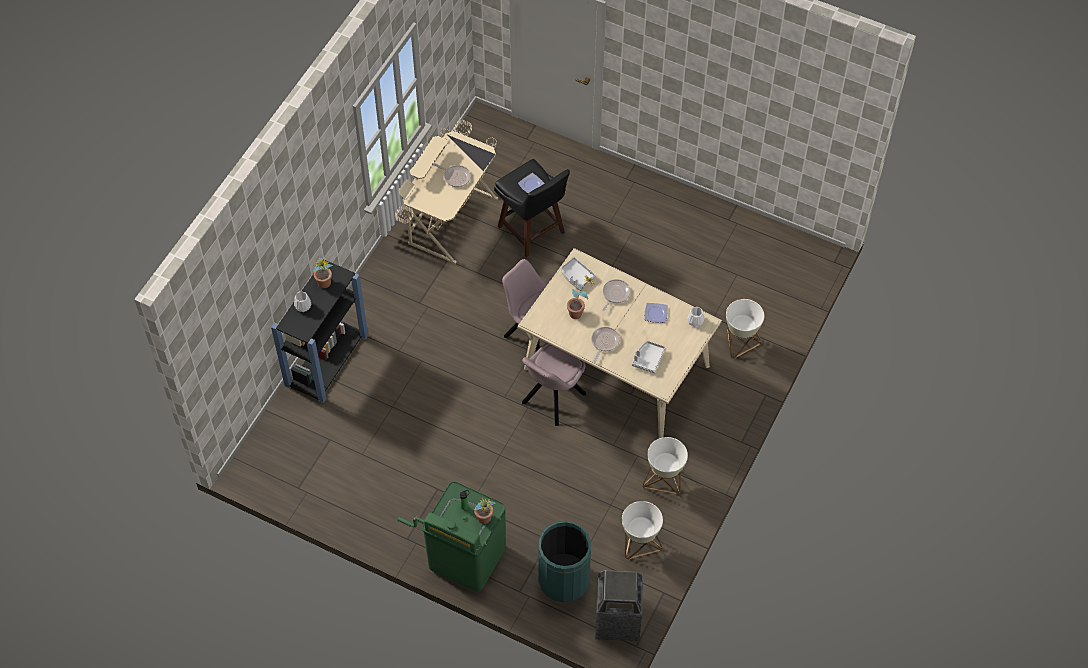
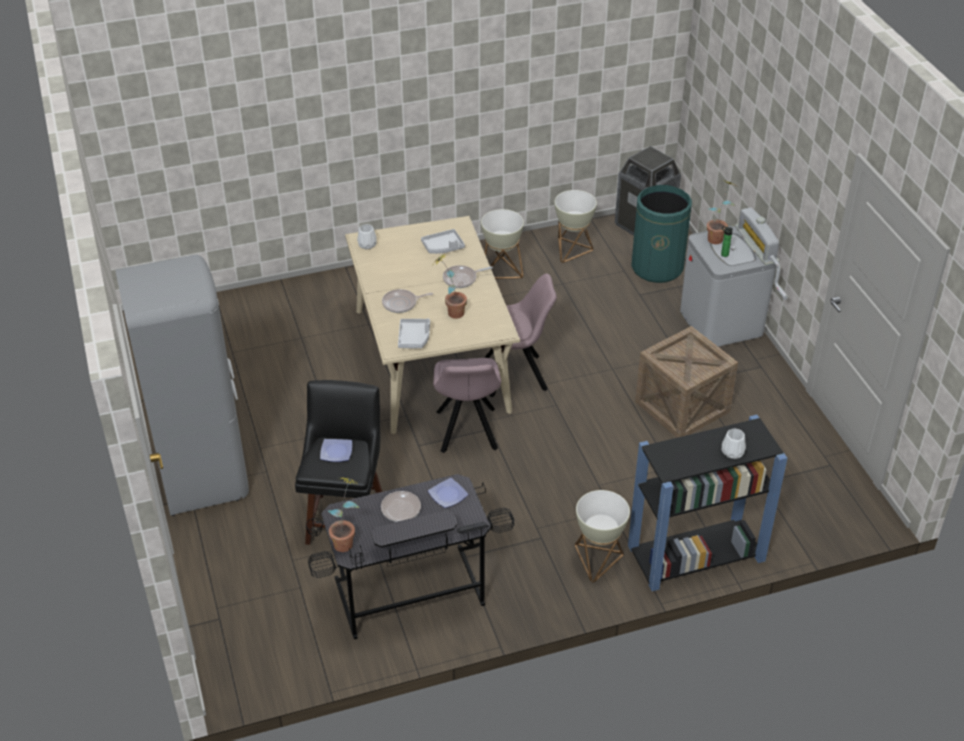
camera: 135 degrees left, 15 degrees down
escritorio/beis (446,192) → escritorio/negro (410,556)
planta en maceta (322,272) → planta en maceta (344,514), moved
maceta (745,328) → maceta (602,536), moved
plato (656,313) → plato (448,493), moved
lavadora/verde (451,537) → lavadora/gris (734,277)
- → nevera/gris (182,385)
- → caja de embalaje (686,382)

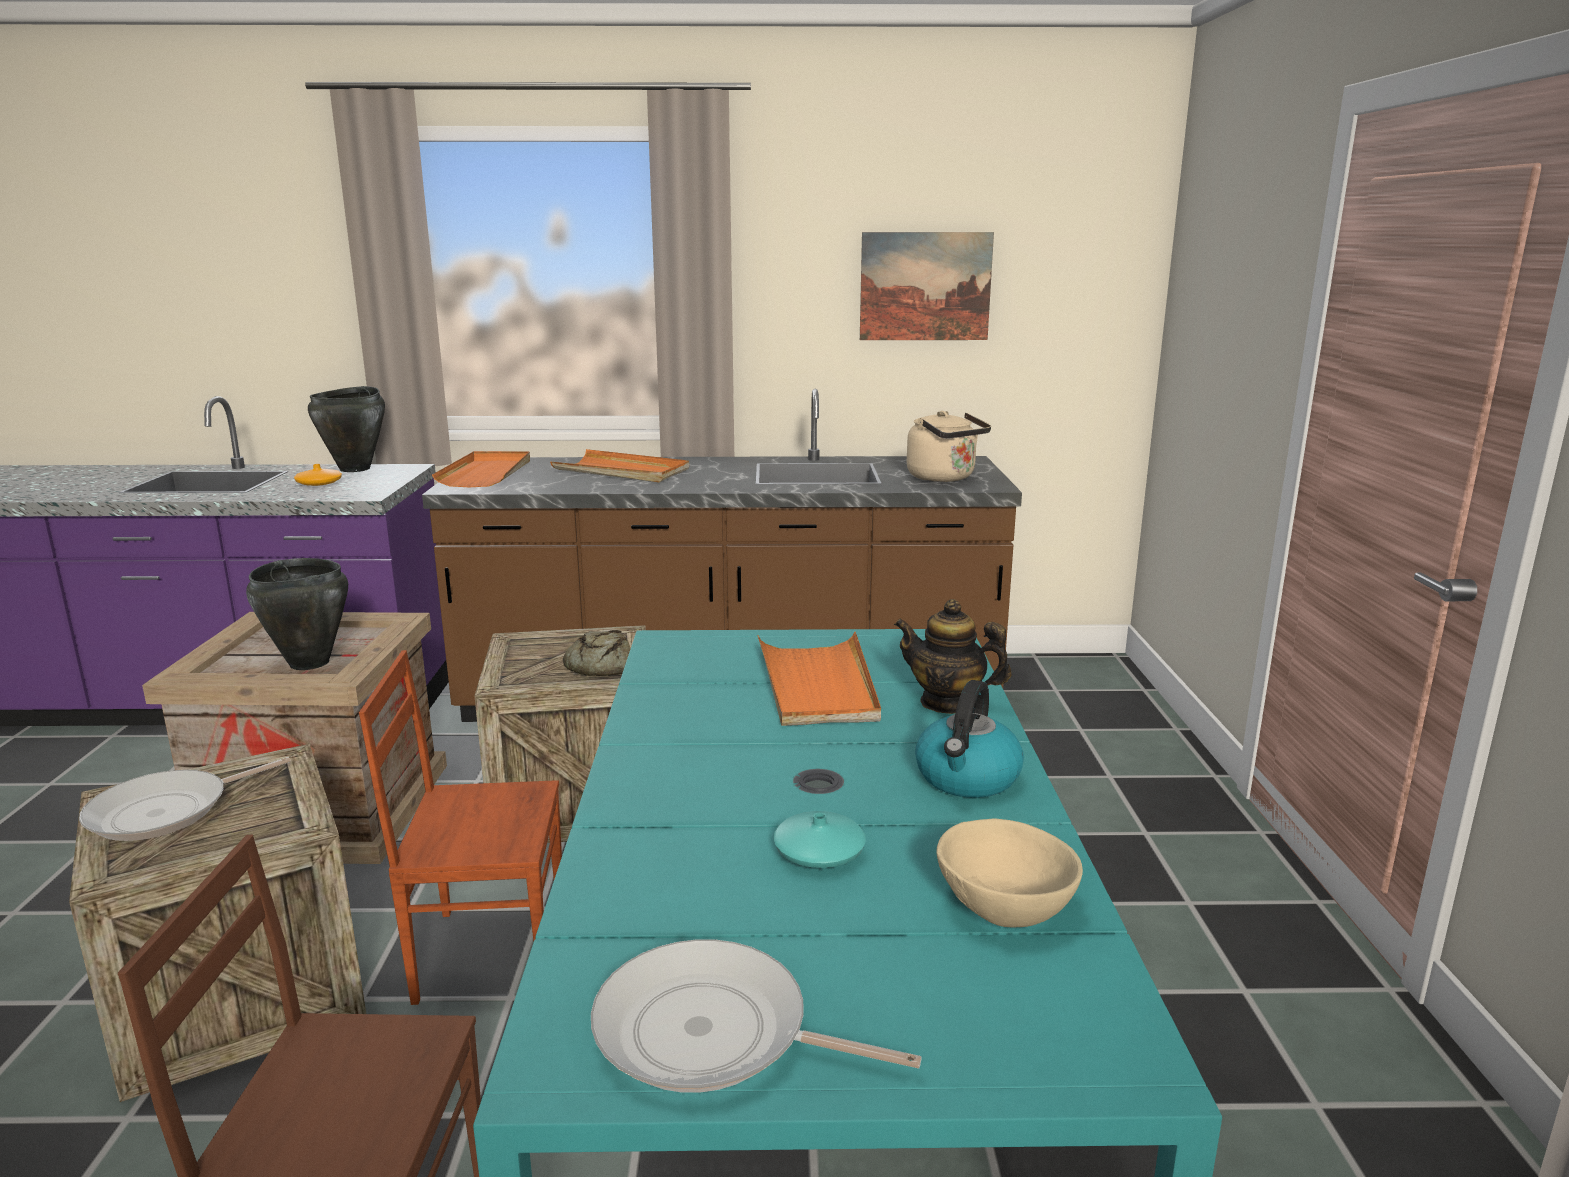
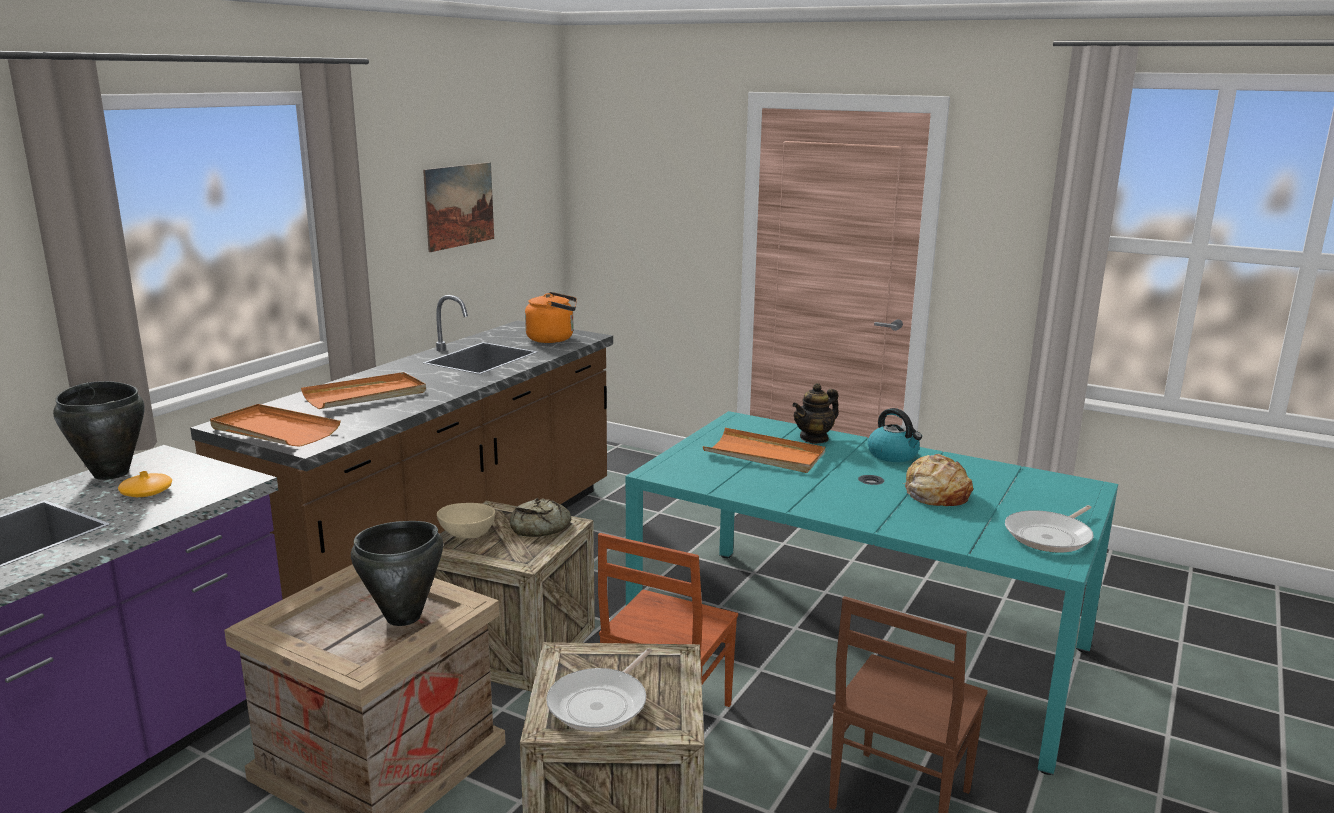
camera: 60 degrees left, 0 degrees up
hervidor/beis (949,446) → hervidor/naranja (551,317)
sartén (185,799) → sartén (599,690), 45 degrees clockwise
florero/turquesa (819,839) → pan (938,480)
cuenco/beis (1009,873) → cuenco/beis (466,520), moved

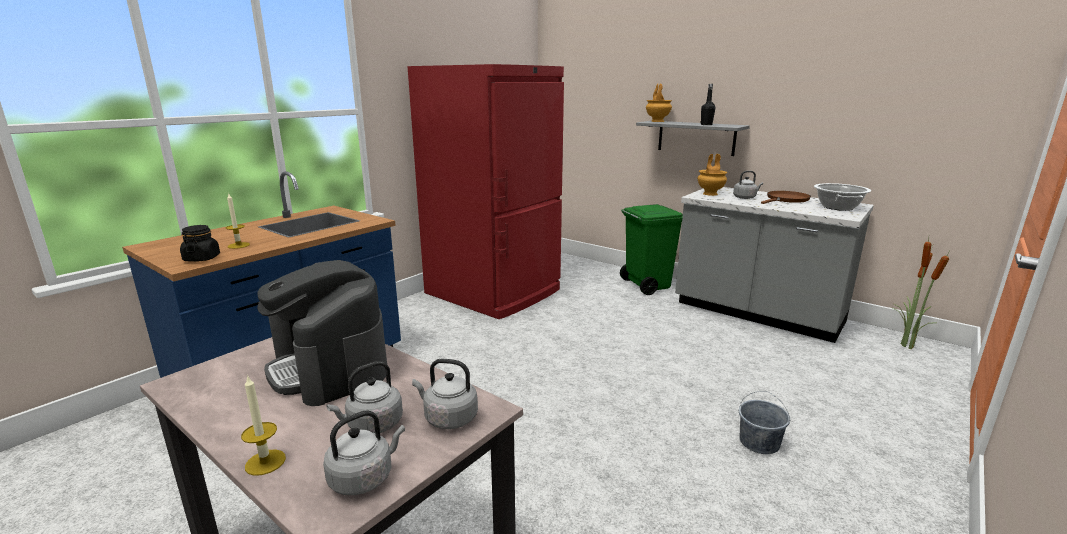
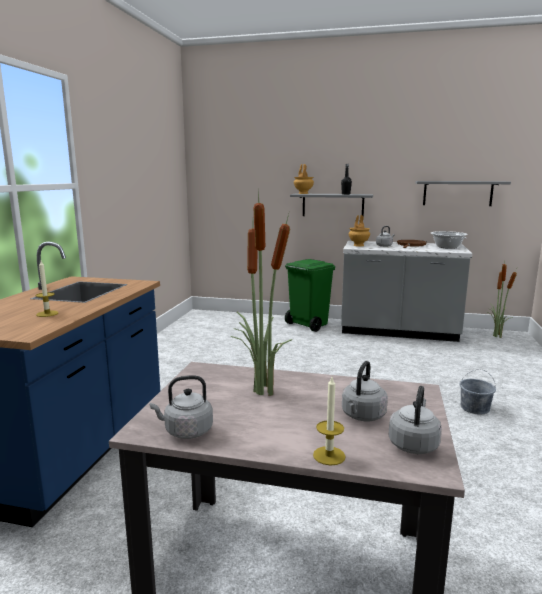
camera: 25 degrees left, 5 degrees down
nevera/rojo (485,191) → -
tarro/negro (200,243) → -
cafetera (322,333) → planta en maceta (261,292)
hervidor/gris (445,394) → hervidor/gris (181,407), moved
- → estante/gris (463,193)

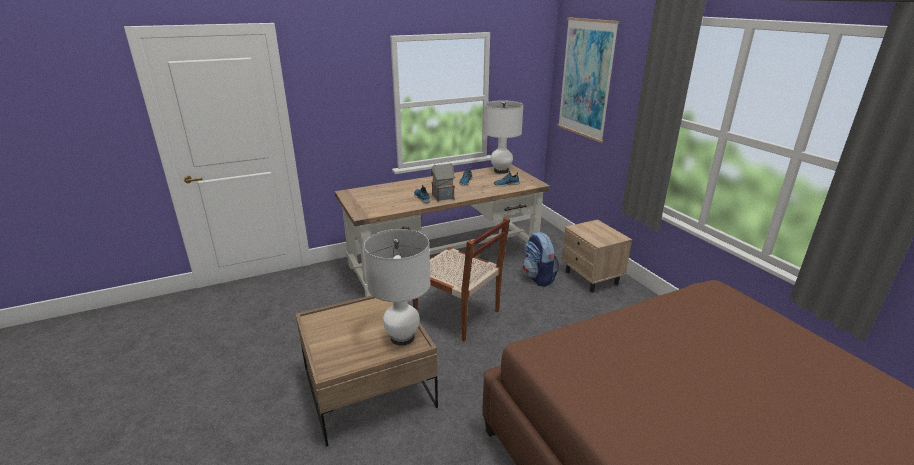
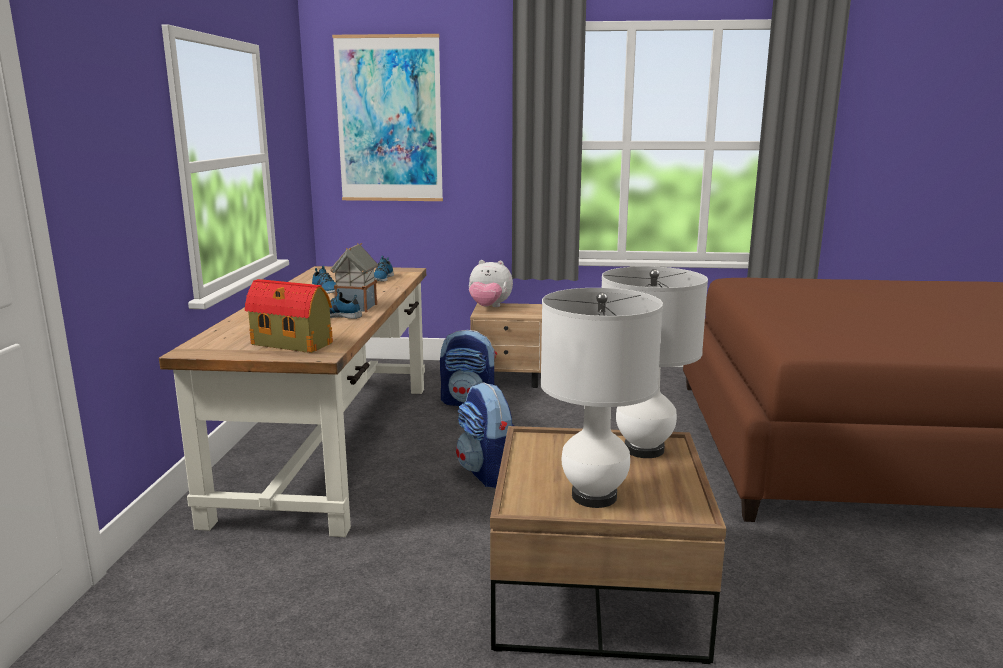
camera: 60 degrees left, 10 degrees down
lámpara de mesa/blanco (503,137) → lámpara de mesa/blanco (602,398), moved
silla (461,279) → mochila (485,435)
- → peluche (490,283)
- → casita (289,316)

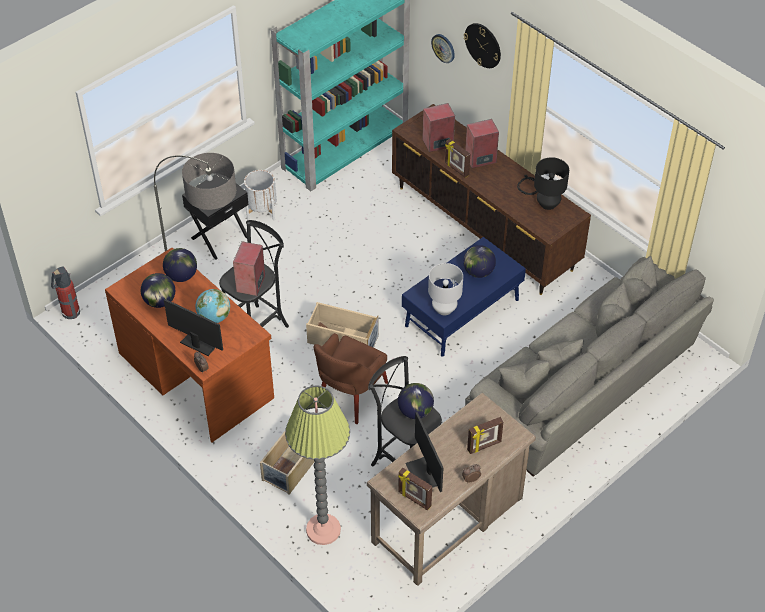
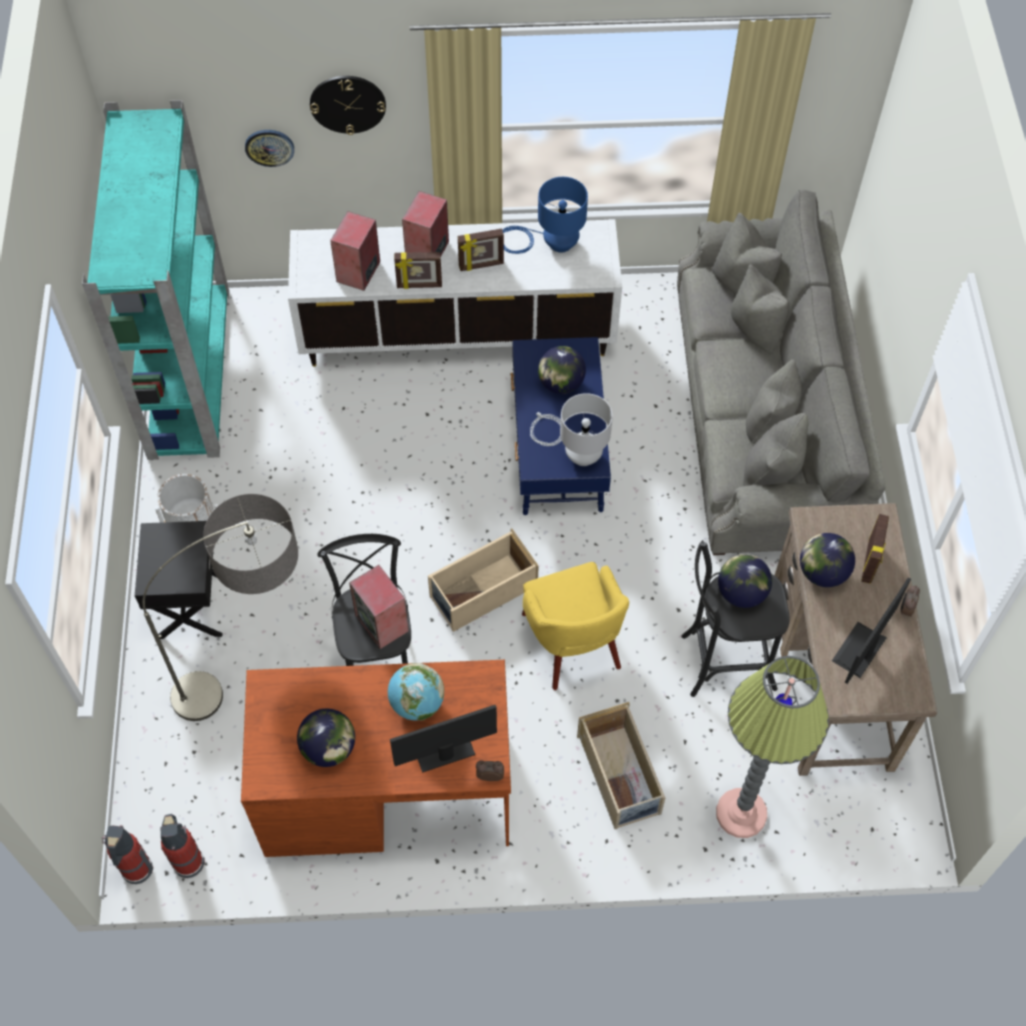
camera: 50 degrees left, 10 degrees up
armario/marrón (491,199) → armario/blanco (455,293)
lámpara de mesa/negro (543,183) → lámpara de mesa/azul (545,215)
globo terráqueo (180,265) → globo terráqueo (827,560), moved
sillón/marrón (351,378) → sillón/amarillo (575,626)
monitor (424,452) → monitor (871,630), 105 degrees clockwise
portarretratos (415,489) → portarretratos (481,250), moved
- → extintor (183,846)

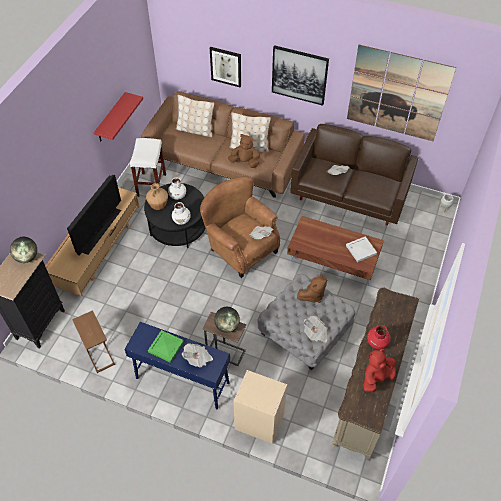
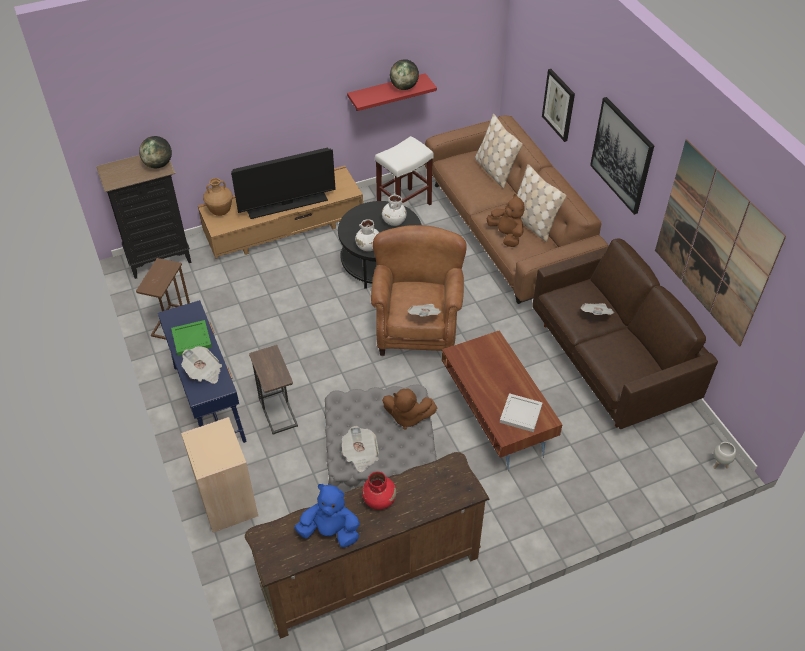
camera: 45 degrees right, 5 degrees down
florero/marrón (157,196) → florero/marrón (218,197), moved
globo terráqueo (227,320) → globo terráqueo (404,74), moved
peluche/rojo (379,370) → peluche/azul (327,515)

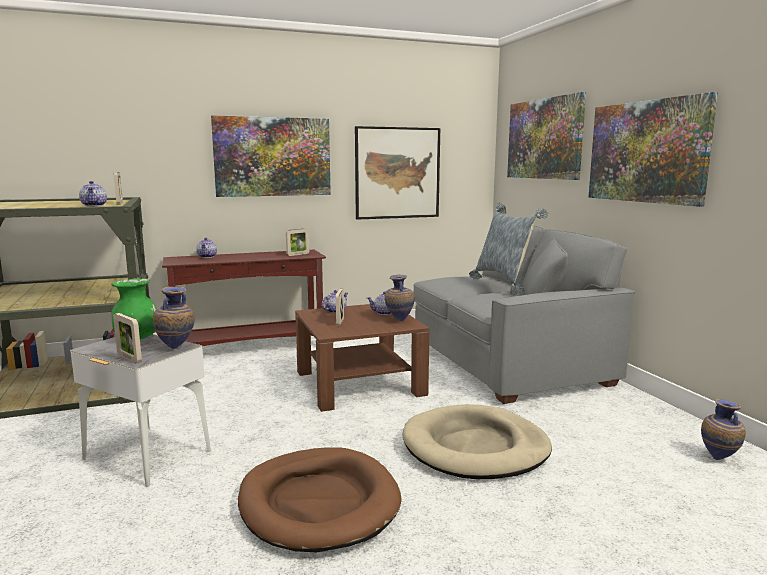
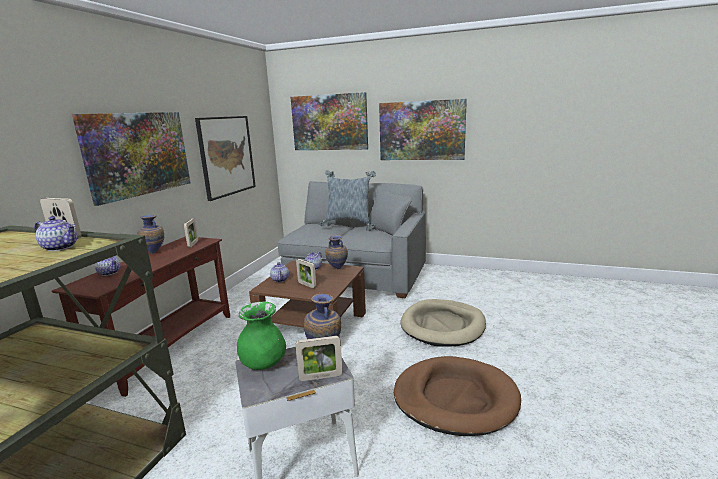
camera: 50 degrees left, 5 degrees up
florero (723,429) → florero (150,234), moved

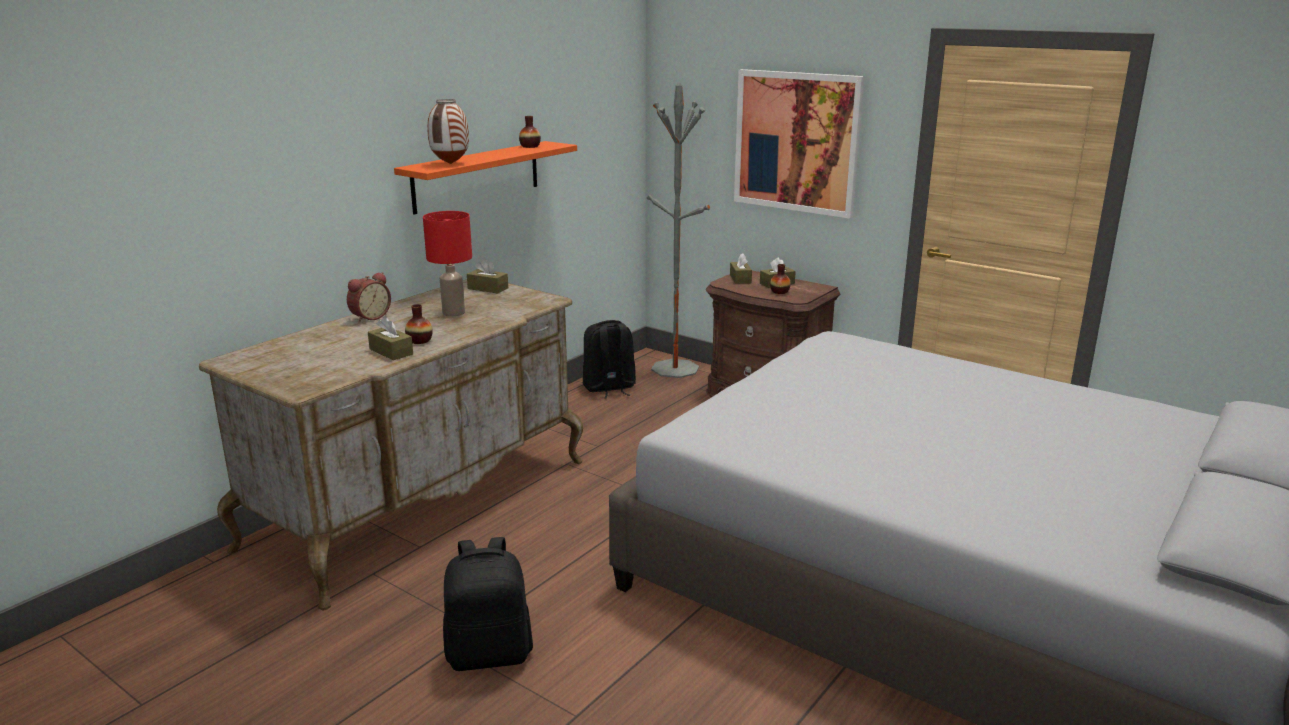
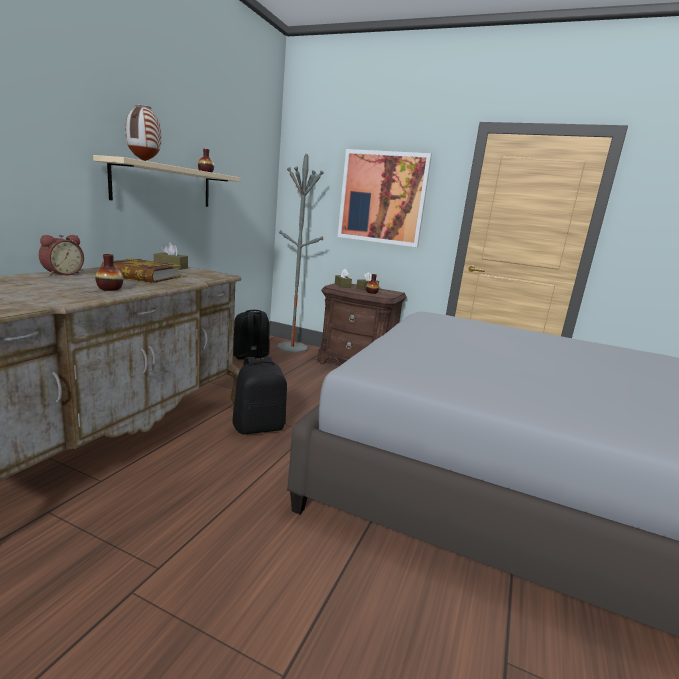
camera: 15 degrees left, 5 degrees down
estante/naranja (485,178) → estante/beis (166,181)
lámpara de mesa/rojo (447,263) → libro (140,270)
caja de pañuelos/marrón (390,338) → -
mochila/negro (488,604) → mochila/negro (260,395), moved

